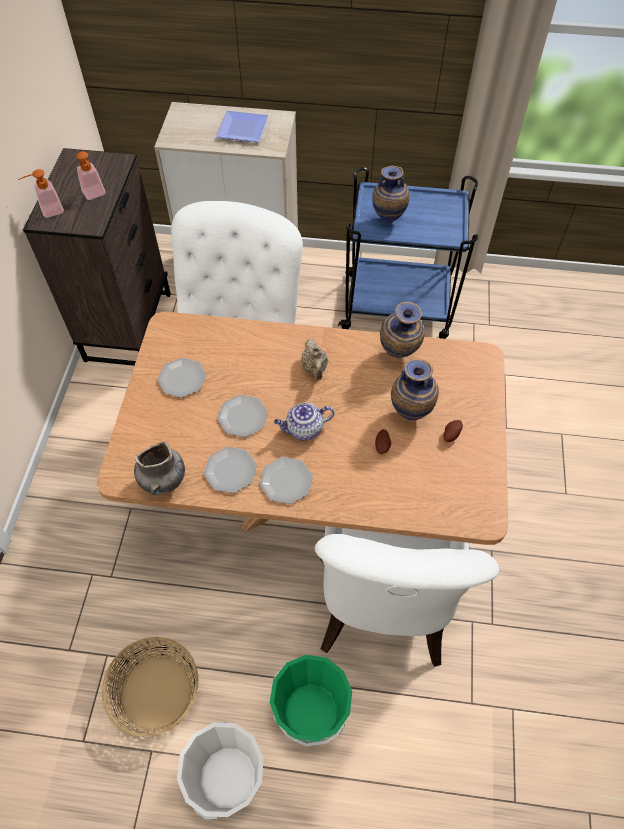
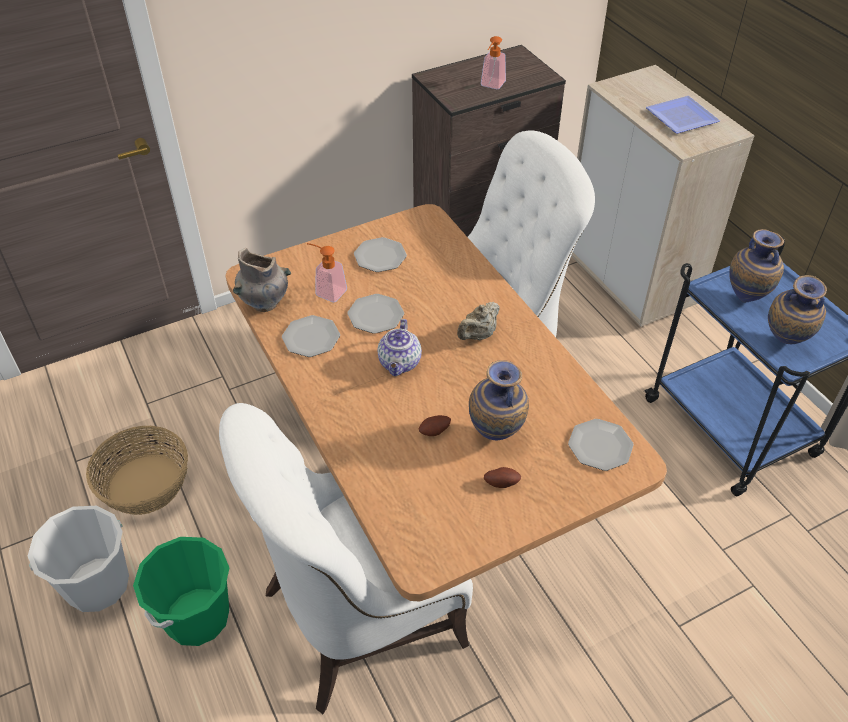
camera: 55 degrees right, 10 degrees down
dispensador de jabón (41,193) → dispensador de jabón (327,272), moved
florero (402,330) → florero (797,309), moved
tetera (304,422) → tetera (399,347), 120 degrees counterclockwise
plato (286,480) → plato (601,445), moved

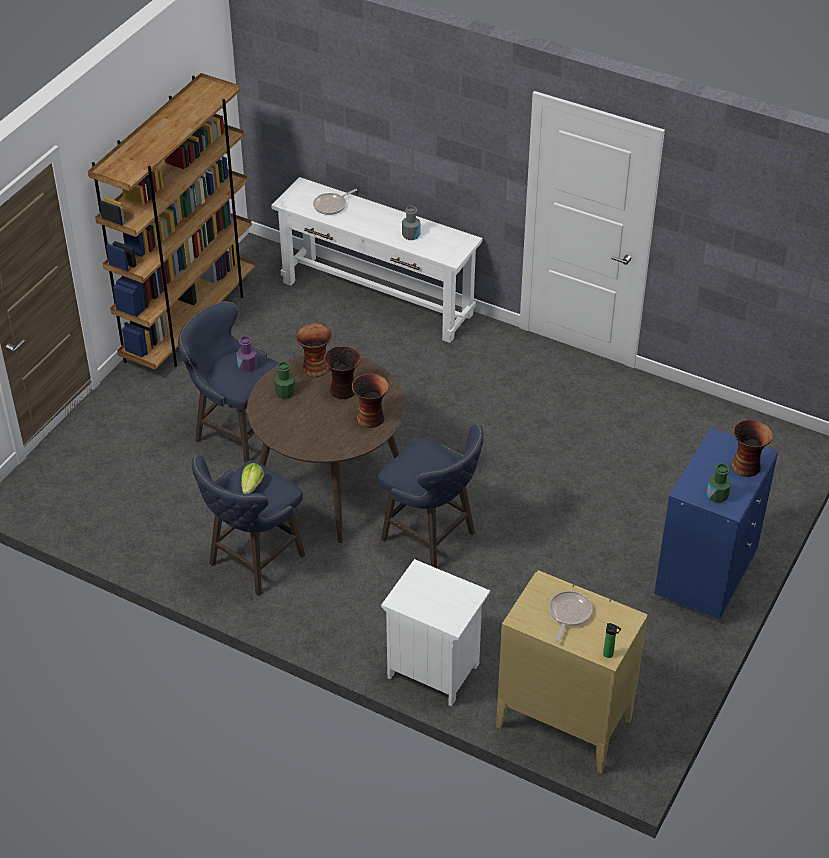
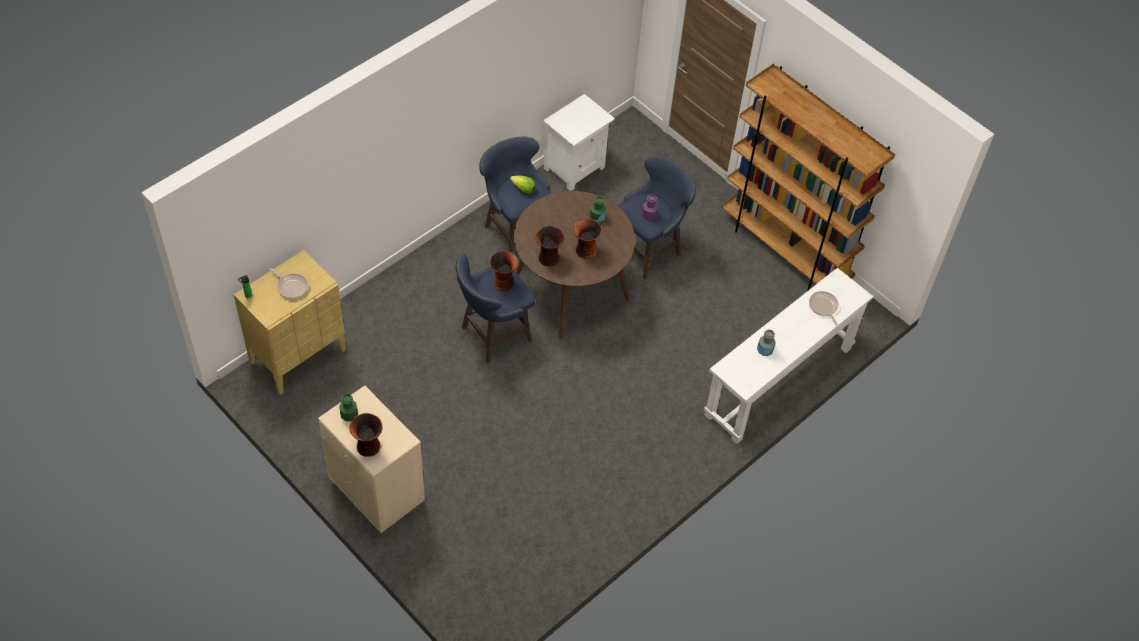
camera: 105 degrees right, 10 degrees up
florero (313,350) → florero (504,271), moved
armario/azul (716,523) → armario/beis (371,459)
mesita de noche/blanco (435,633) → mesita de noche/blanco (579,142), moved

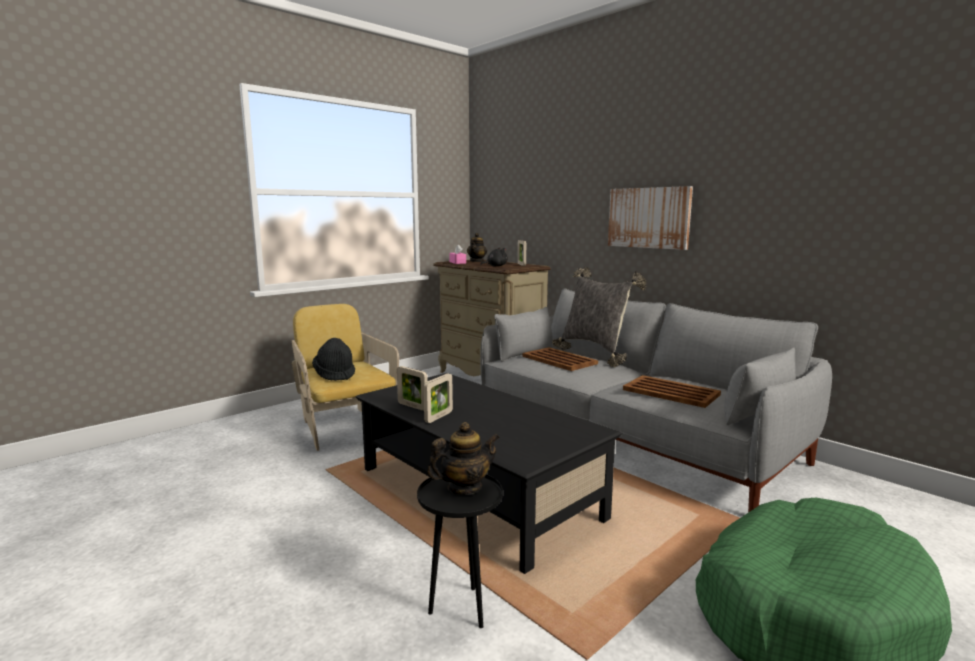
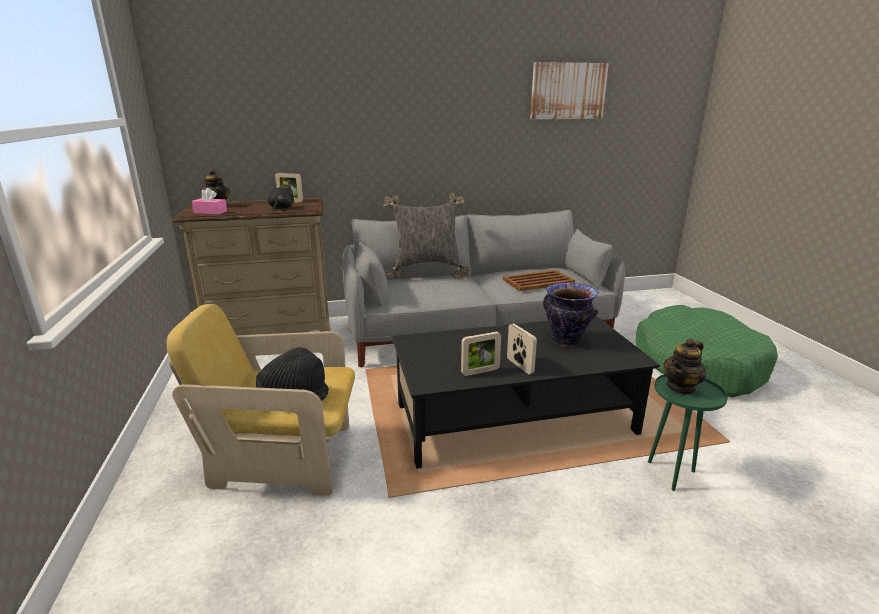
camera: 60 degrees left, 10 degrees up
cuadro (650,218) → cuadro (569,90), moved
bandeja/marrón (560,359) → -
tetera (463,458) → tetera (684,366), 135 degrees counterclockwise
mesa auxiliar/negro (460,550) → mesa auxiliar/verde (688,432)
- → florero (570,314)

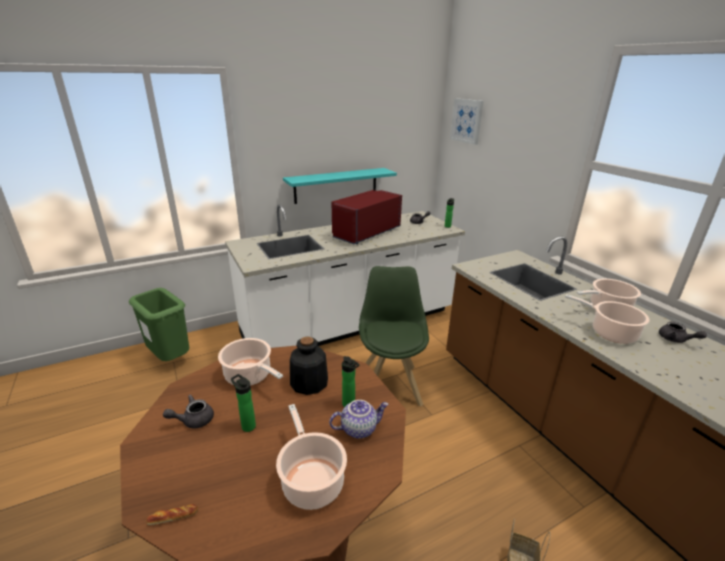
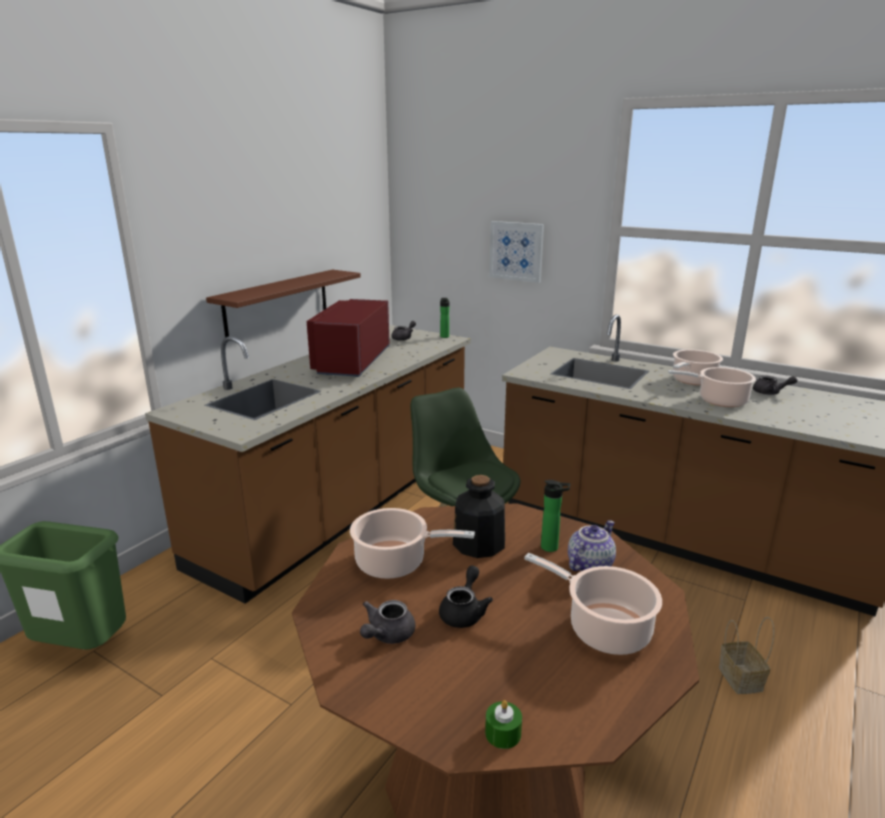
camera: 30 degrees left, 5 degrees down
cuadro (467,121) → cuadro (516,252), moved
estante/turquesa (340,186) → estante/marrón (283,304)
mueble bajo de cocina/blanco (345,276) → mueble bajo de cocina/marrón (308,464)
botella (243,403) → tetera/negro (466,597)
pan (172,514) → vela/verde (503,724)

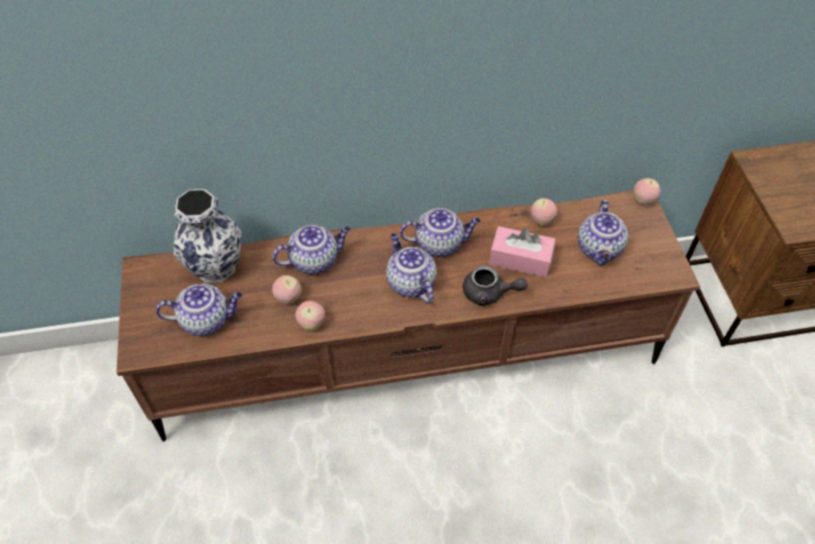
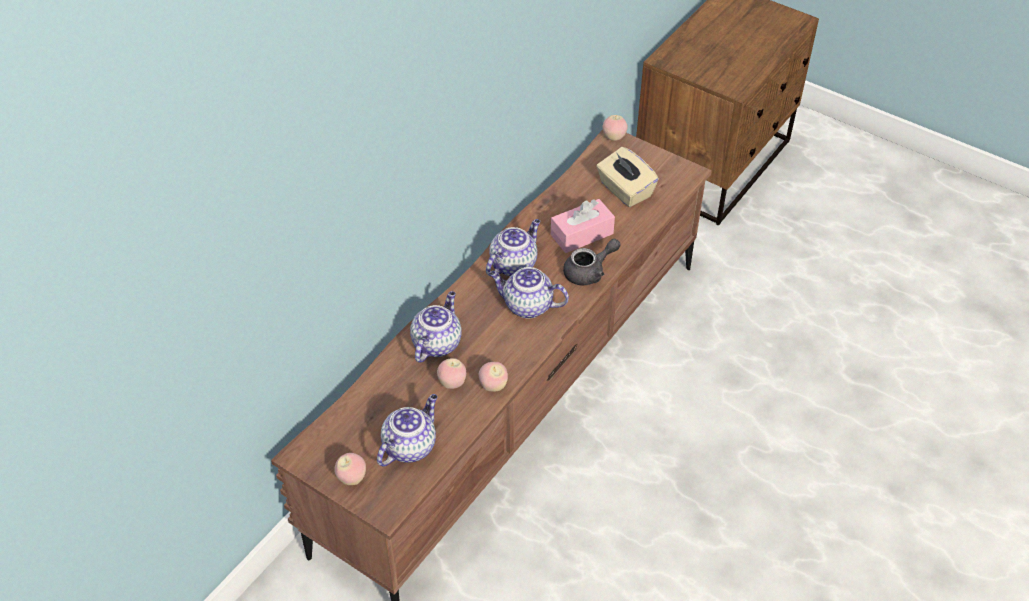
camera: 45 degrees left, 5 degrees down
florero (207,236) → -
manzana (543,212) → manzana (350,469), moved
tetera (603,233) → caja de pañuelos/beis (627,177)

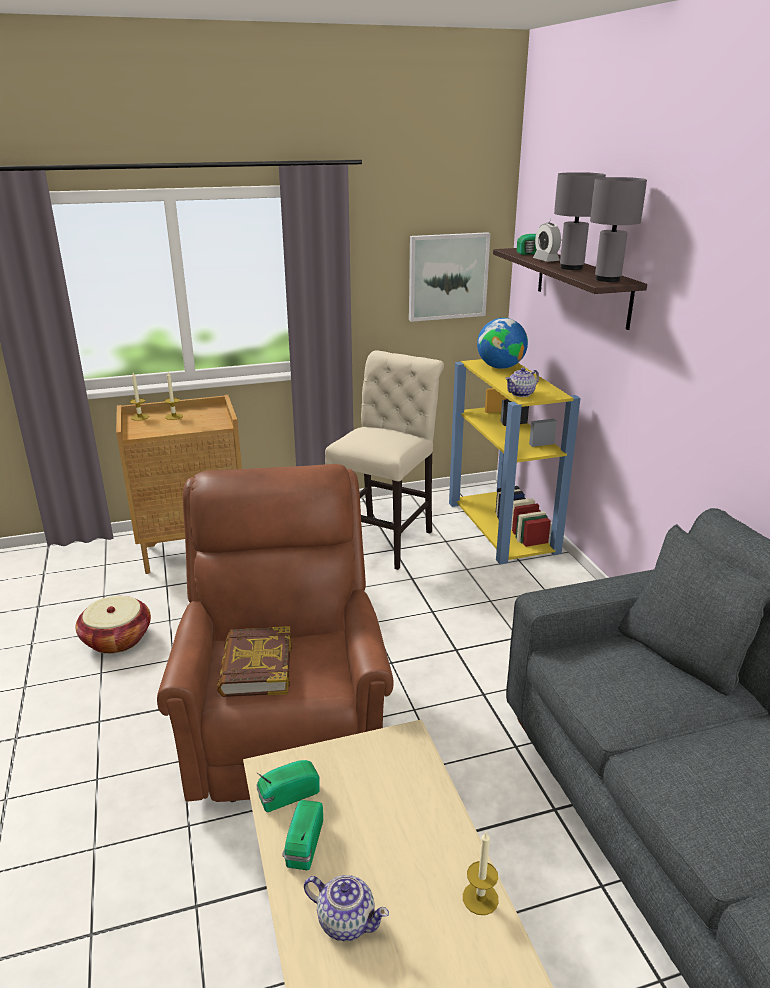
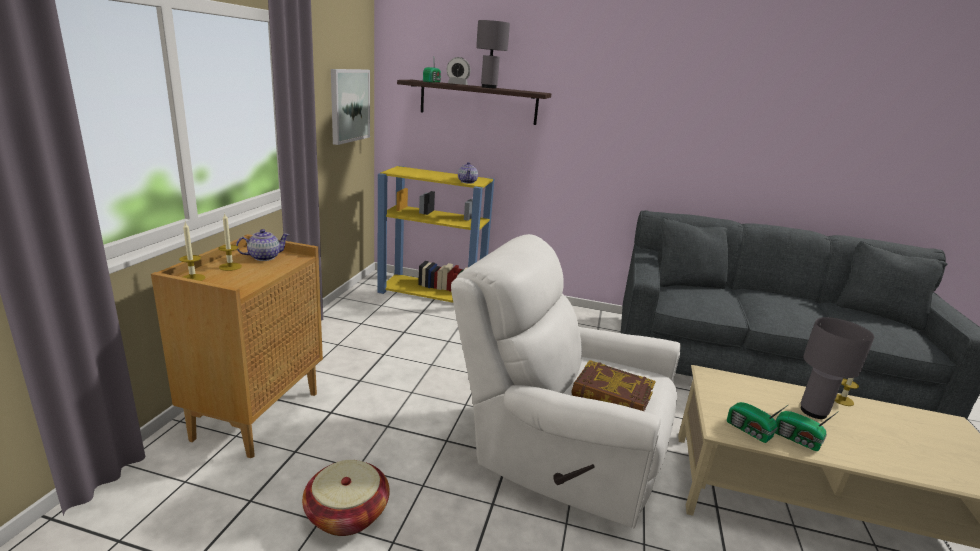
camera: 60 degrees left, 5 degrees down
lámpara de mesa/gris (618,229) → lámpara de mesa/gris (837,368), moved
globo terráqueo (502,343) → -
taburete/beis (384,460) → -
sillón/marrón (275,633) → sillón/blanco (566,381)
radio (288,786) → radio (757,422), 45 degrees counterclockwise
tetera (346,908) → tetera (263,245), moved

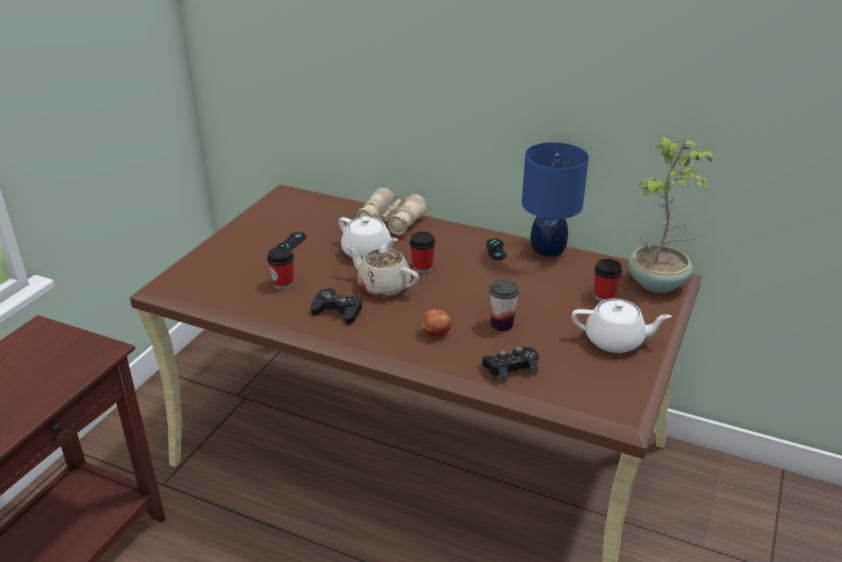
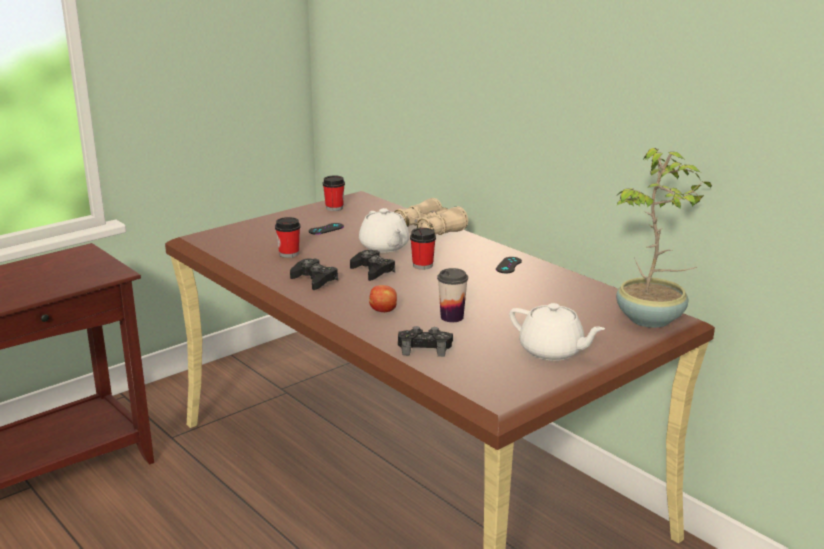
camera: 25 degrees right, 10 degrees down
lámpara de mesa/azul (555,199) → -
tetera/beis (382,271) → mando de consola/negro (372,265)
taza (608,280) → taza (334,193), moved

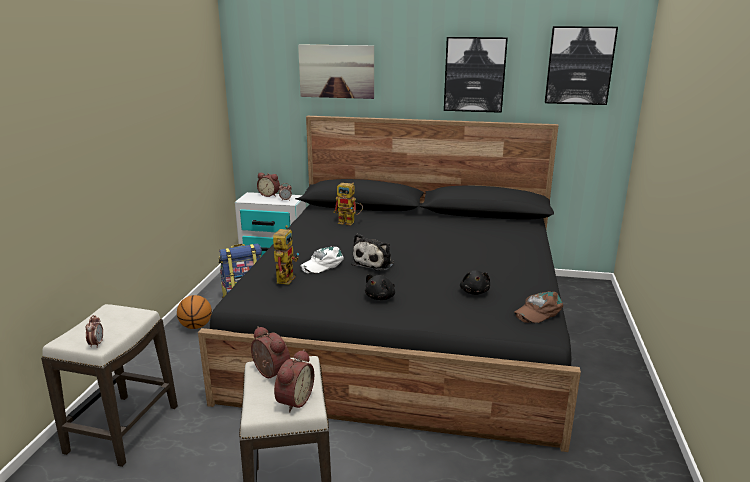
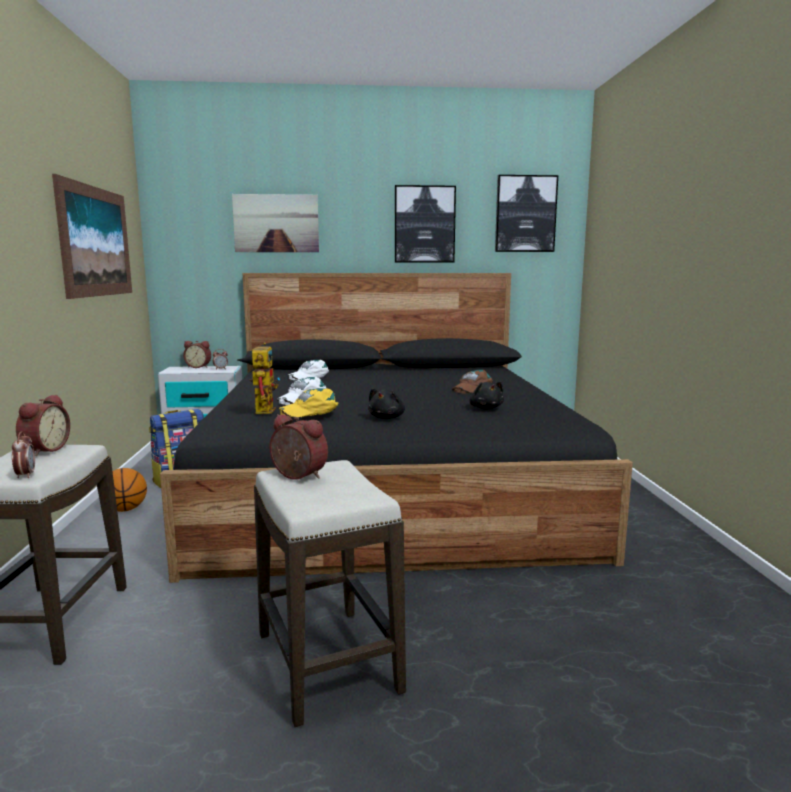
camera: 15 degrees left, 10 degrees down
robot de juguete (348,204) → gorra/blanco (308,370)
peluche (372,252) → -
gorra/marrón (538,307) → gorra/marrón (472,382), moved
despertador (294,381) → despertador (43,425), moved
- → cuadro (92,236)
- → gorra/amarillo (309,403)

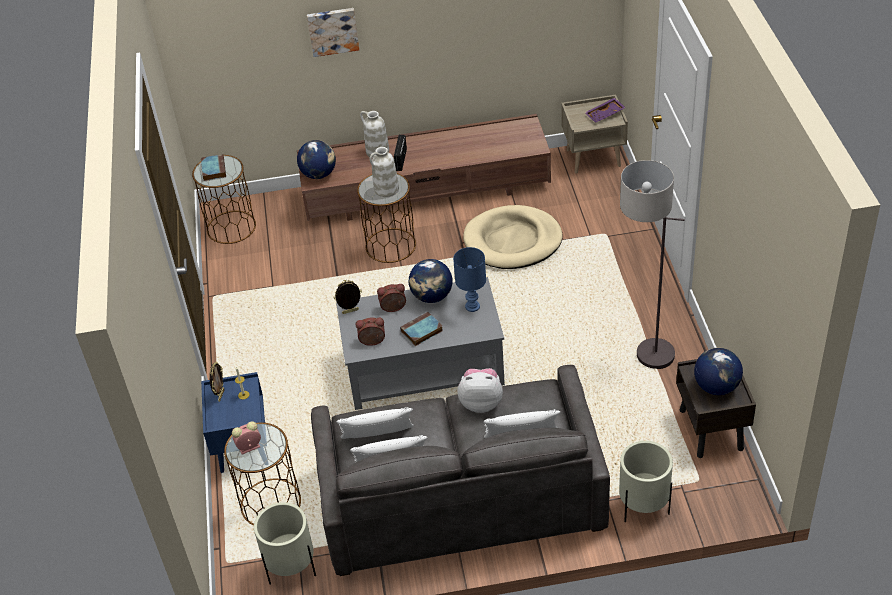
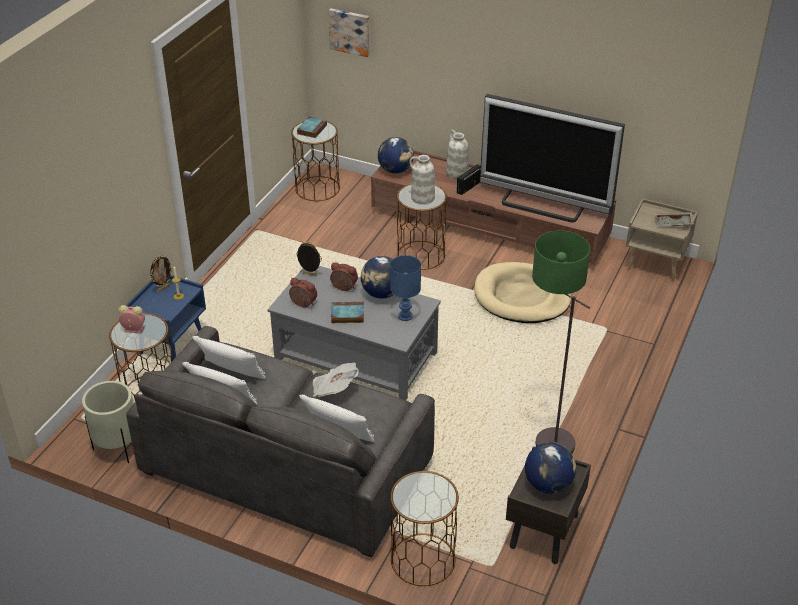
camera: 30 degrees right, 5 degrees down
cuadro (333,32) → cuadro (349,32), moved
bandeja/morado (605,110) → bandeja/gris (674,219)
lámpara de pie/gris (652,264) → lámpara de pie/verde (561,341)
peluche (480,390) → periódico (336,380)
maceta/beis (646,481) → mesa auxiliar/marrón (424,528)
- → televisor (552,158)

